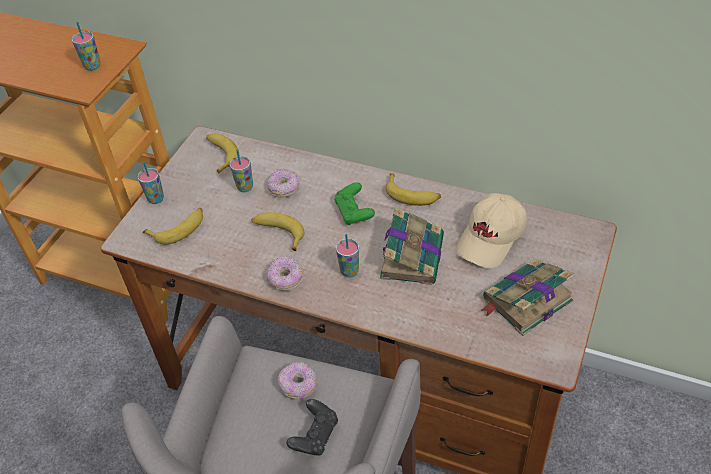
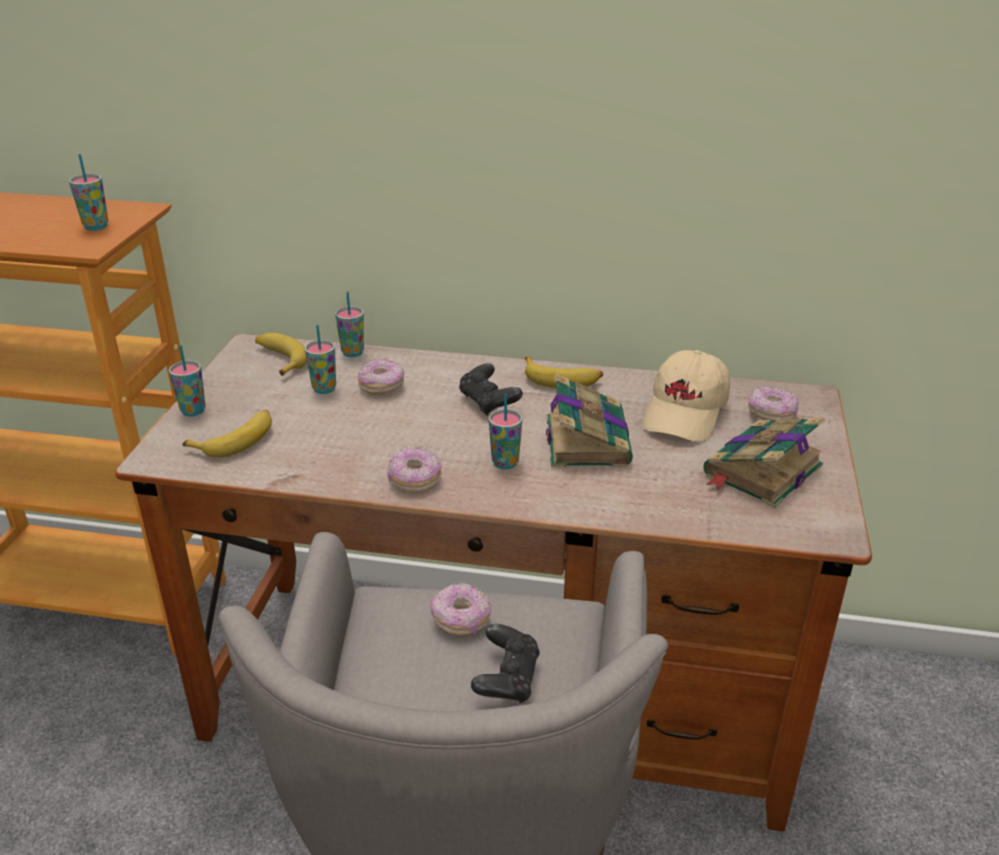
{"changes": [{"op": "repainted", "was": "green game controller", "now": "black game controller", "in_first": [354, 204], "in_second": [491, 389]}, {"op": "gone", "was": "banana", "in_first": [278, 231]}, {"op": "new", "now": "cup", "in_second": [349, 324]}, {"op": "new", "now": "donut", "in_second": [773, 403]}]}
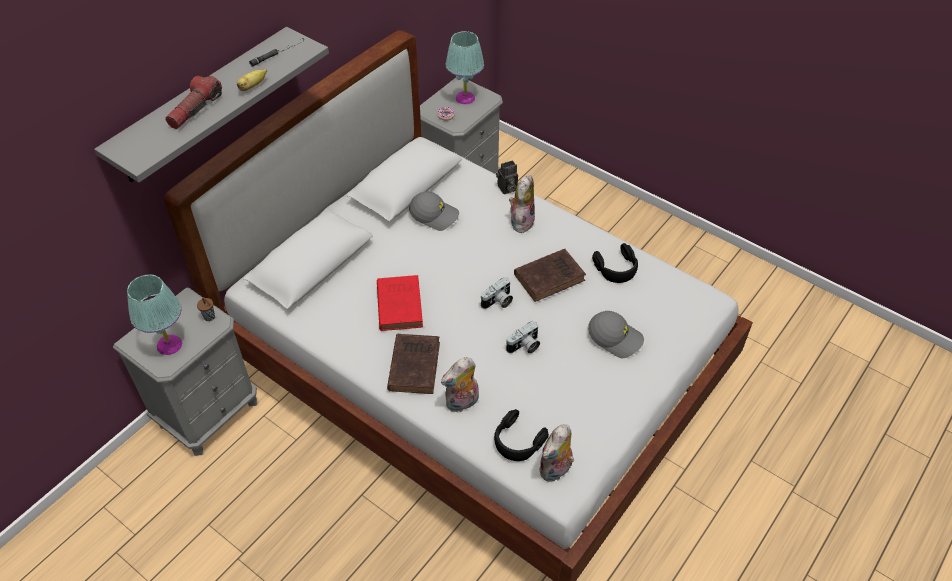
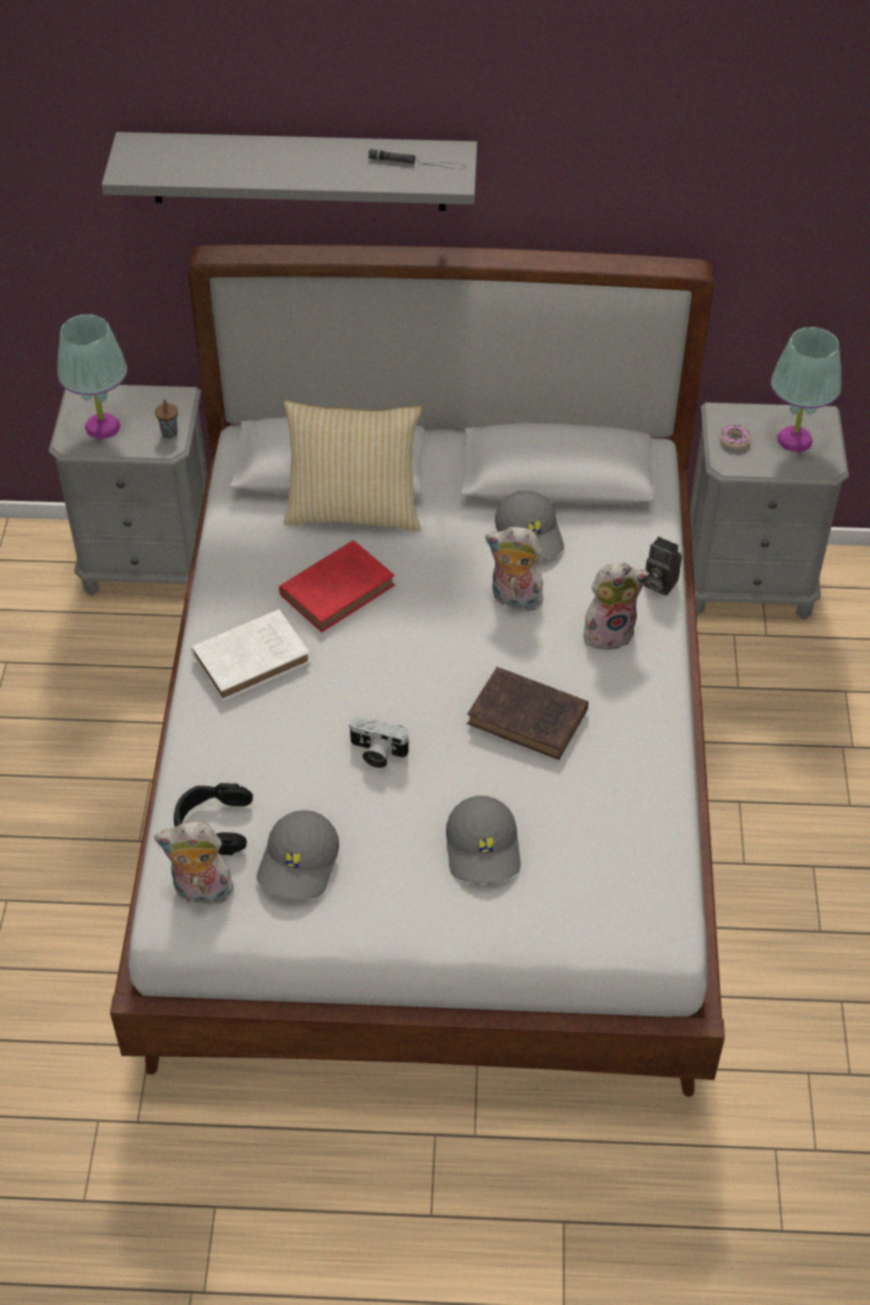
{"changes": [{"op": "gone", "was": "banana", "in_first": [252, 80]}, {"op": "gone", "was": "flashlight", "in_first": [194, 102]}, {"op": "gone", "was": "black headphones", "in_first": [615, 263]}, {"op": "gone", "was": "photo camera", "in_first": [497, 293]}, {"op": "repainted", "was": "brown book", "now": "white book", "in_first": [413, 364], "in_second": [251, 655]}, {"op": "shifted", "was": "plush toy", "in_first": [460, 384], "in_second": [516, 569]}, {"op": "new", "now": "pillow", "in_second": [353, 466]}, {"op": "new", "now": "grey cap", "in_second": [298, 854]}]}
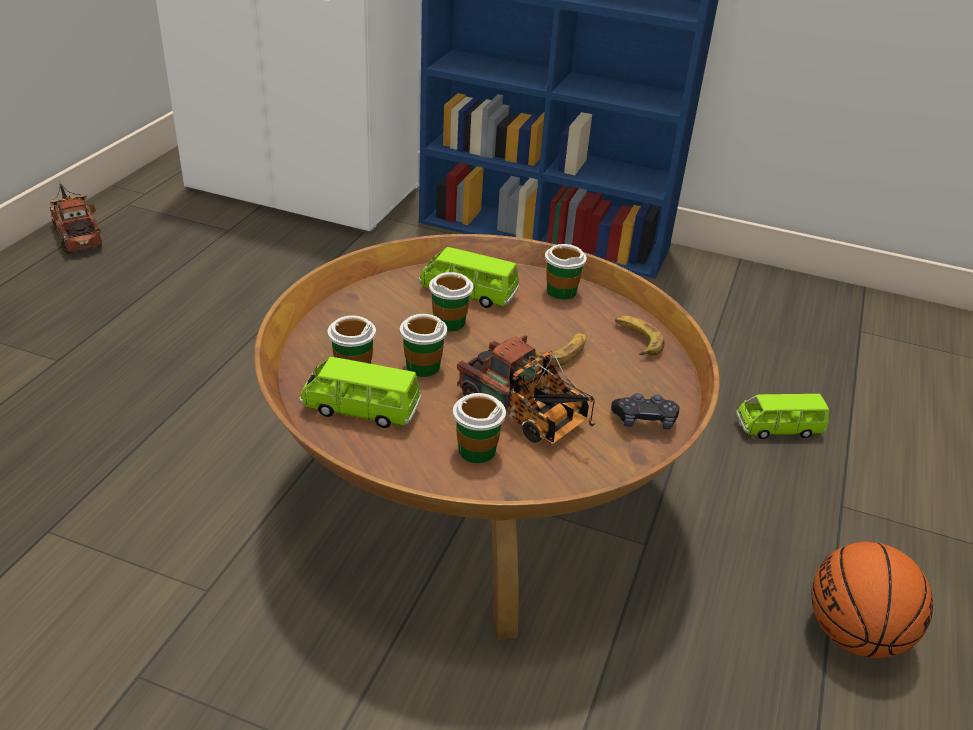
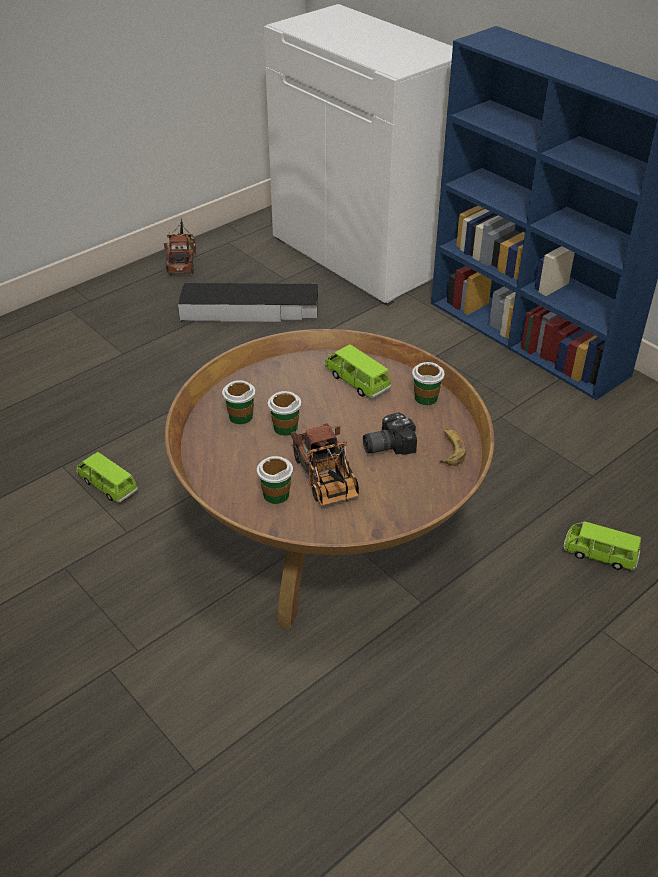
{"changes": [{"op": "gone", "was": "cup", "in_first": [451, 301]}, {"op": "swapped", "was": "banana", "now": "photo camera", "in_first": [560, 350], "in_second": [390, 433]}, {"op": "shifted", "was": "green toy car", "in_first": [360, 392], "in_second": [107, 477]}, {"op": "gone", "was": "black game controller", "in_first": [645, 411]}, {"op": "gone", "was": "basketball", "in_first": [872, 600]}, {"op": "new", "now": "black storage box", "in_second": [248, 302]}]}
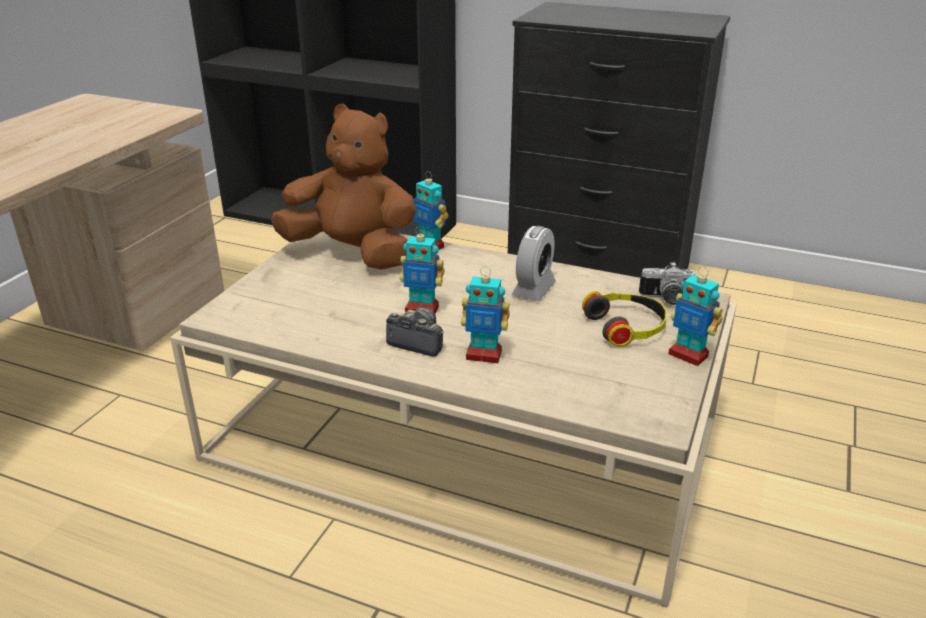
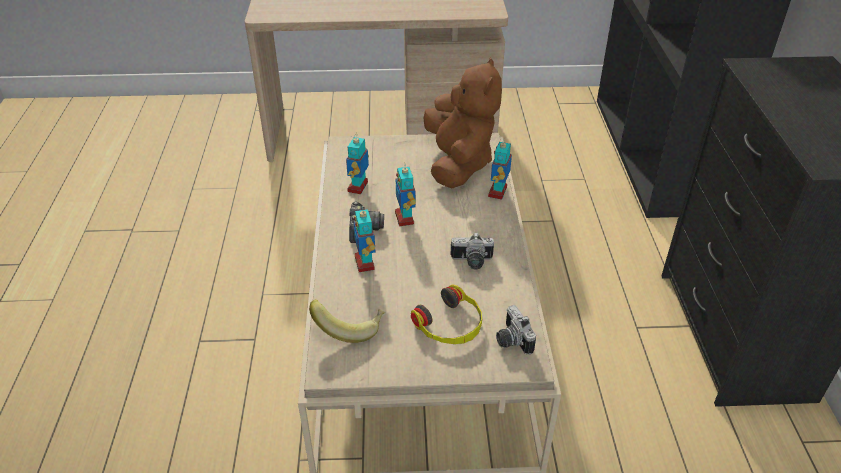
{"changes": [{"op": "swapped", "was": "alarm clock", "now": "photo camera", "in_first": [534, 263], "in_second": [472, 250]}, {"op": "shifted", "was": "toy robot", "in_first": [695, 316], "in_second": [357, 163]}, {"op": "new", "now": "banana", "in_second": [347, 321]}]}
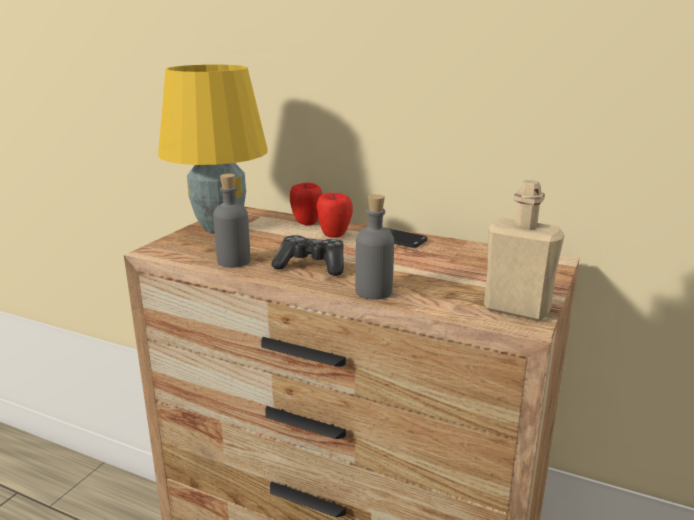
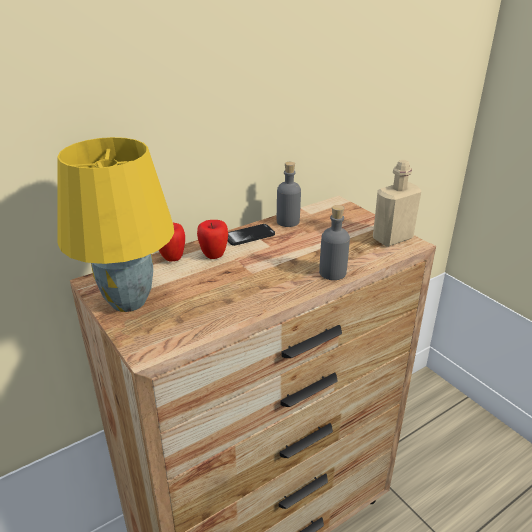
{"changes": [{"op": "shifted", "was": "grey bottle", "in_first": [232, 221], "in_second": [289, 194]}, {"op": "gone", "was": "game controller", "in_first": [307, 255]}]}
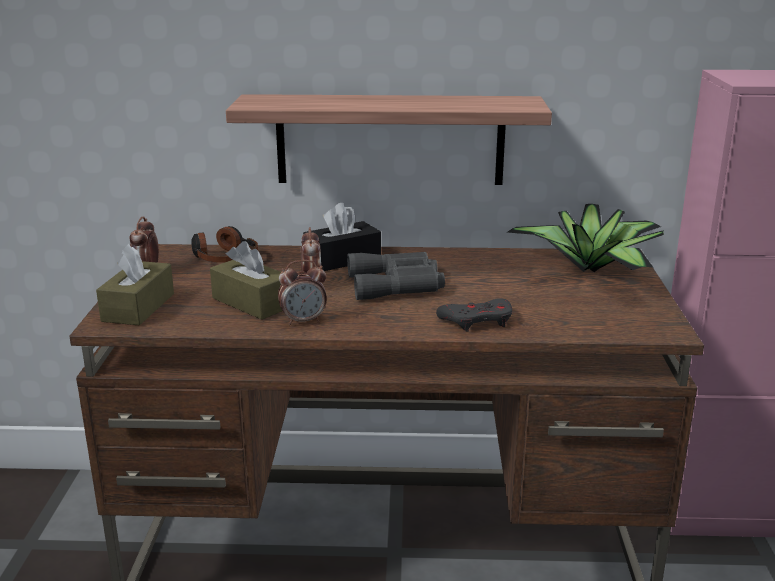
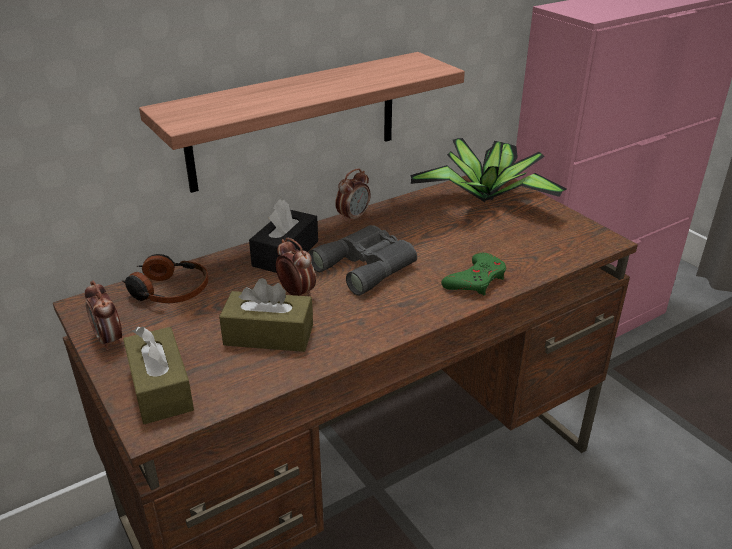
{"changes": [{"op": "shifted", "was": "alarm clock", "in_first": [302, 292], "in_second": [353, 196]}, {"op": "repainted", "was": "grey game controller", "now": "green game controller", "in_first": [474, 315], "in_second": [473, 274]}]}
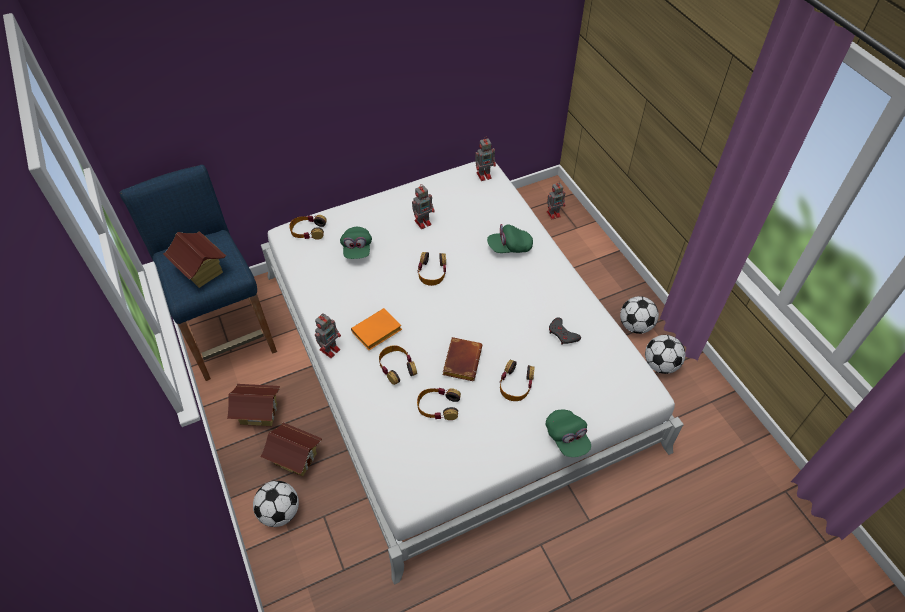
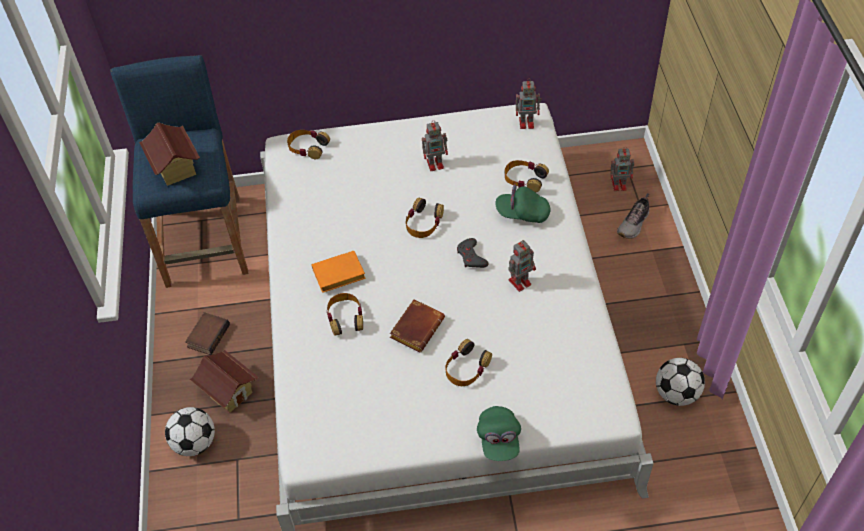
{"changes": [{"op": "gone", "was": "green cap", "in_first": [356, 243]}, {"op": "gone", "was": "football", "in_first": [639, 315]}, {"op": "shifted", "was": "toy robot", "in_first": [328, 335], "in_second": [522, 266]}, {"op": "shifted", "was": "grey game controller", "in_first": [565, 331], "in_second": [473, 253]}, {"op": "swapped", "was": "toy house", "now": "book", "in_first": [253, 405], "in_second": [207, 333]}, {"op": "shifted", "was": "headphones", "in_first": [439, 404], "in_second": [527, 176]}, {"op": "new", "now": "shoe", "in_second": [633, 216]}]}
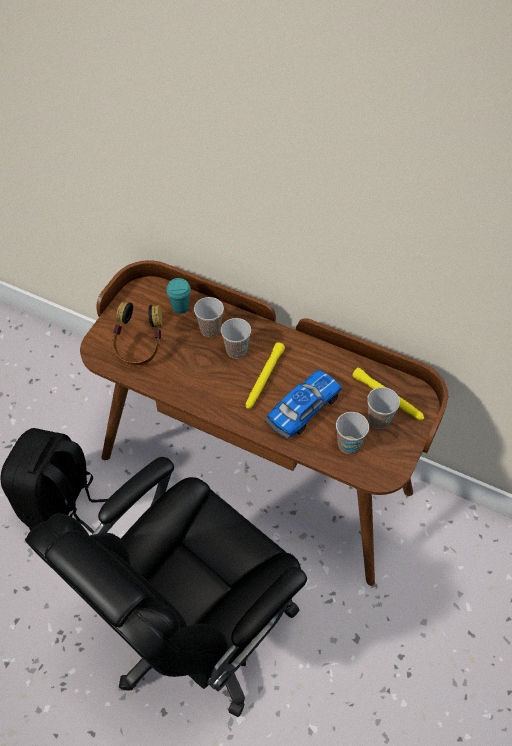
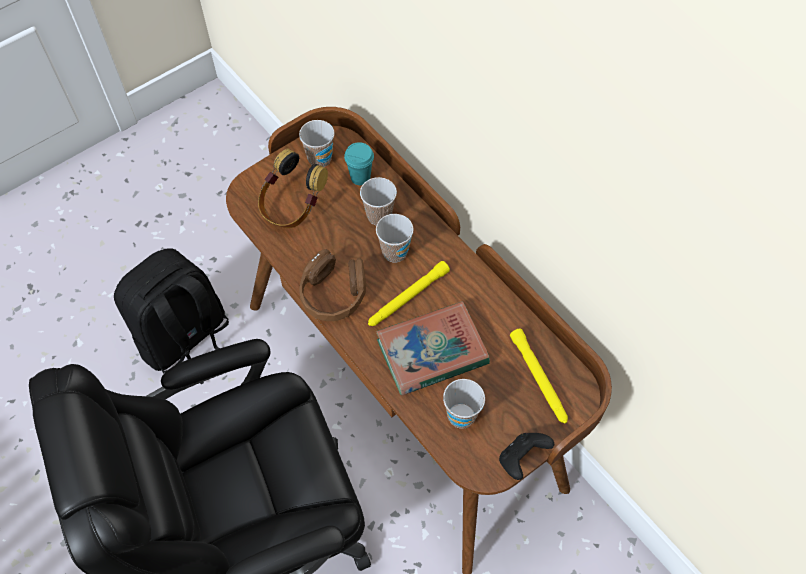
{"changes": [{"op": "swapped", "was": "toy car", "now": "book", "in_first": [303, 405], "in_second": [433, 348]}, {"op": "shifted", "was": "cup", "in_first": [383, 408], "in_second": [317, 143]}, {"op": "new", "now": "brown headphones", "in_second": [332, 285]}, {"op": "new", "now": "black game controller", "in_second": [526, 456]}]}
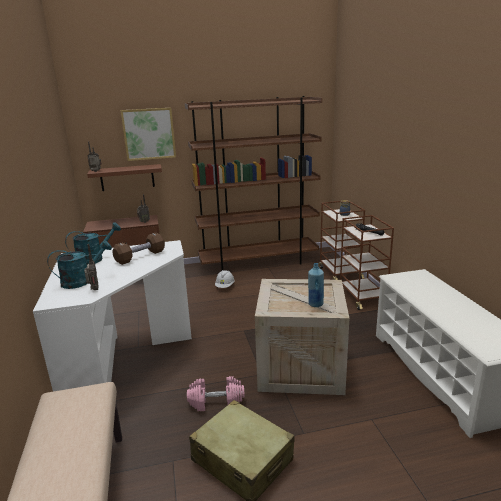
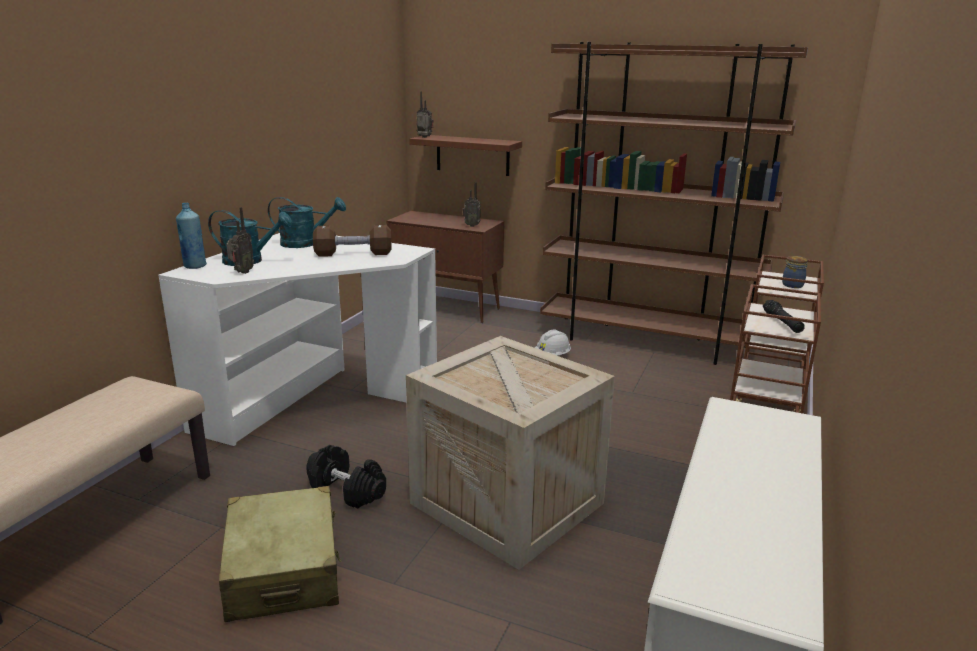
{"changes": [{"op": "gone", "was": "picture", "in_first": [148, 134]}, {"op": "shifted", "was": "blue bottle", "in_first": [316, 285], "in_second": [191, 236]}, {"op": "repainted", "was": "pink dumbbell", "now": "black dumbbell", "in_first": [216, 393], "in_second": [346, 477]}]}
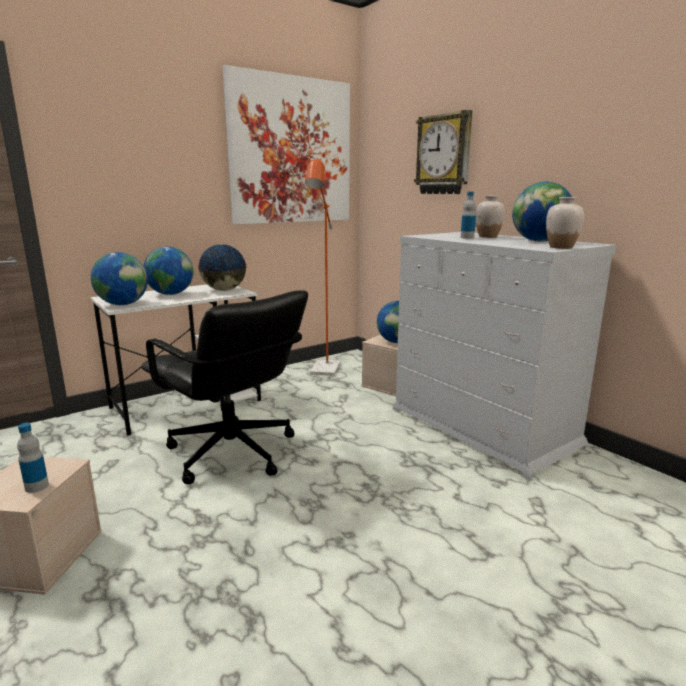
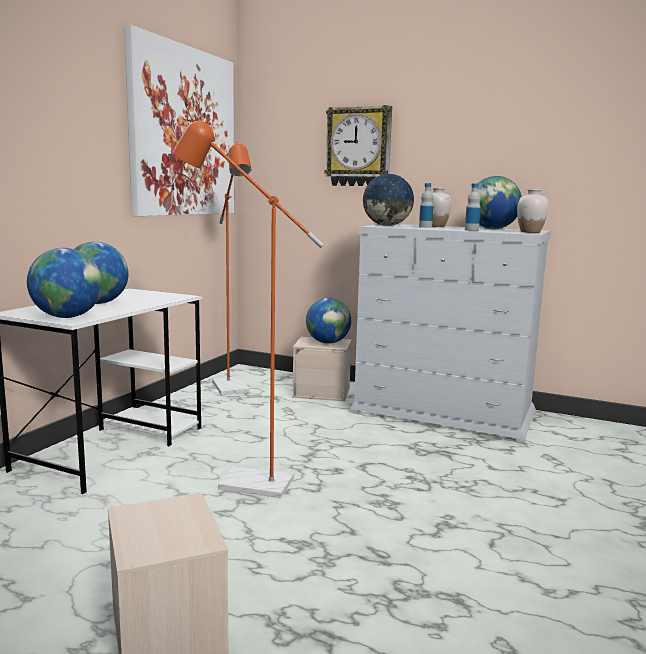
{"changes": [{"op": "shifted", "was": "globe", "in_first": [222, 267], "in_second": [388, 200]}, {"op": "swapped", "was": "black office chair", "now": "orange floor lamp", "in_first": [224, 387], "in_second": [248, 308]}, {"op": "shifted", "was": "bottle", "in_first": [33, 458], "in_second": [473, 207]}]}
